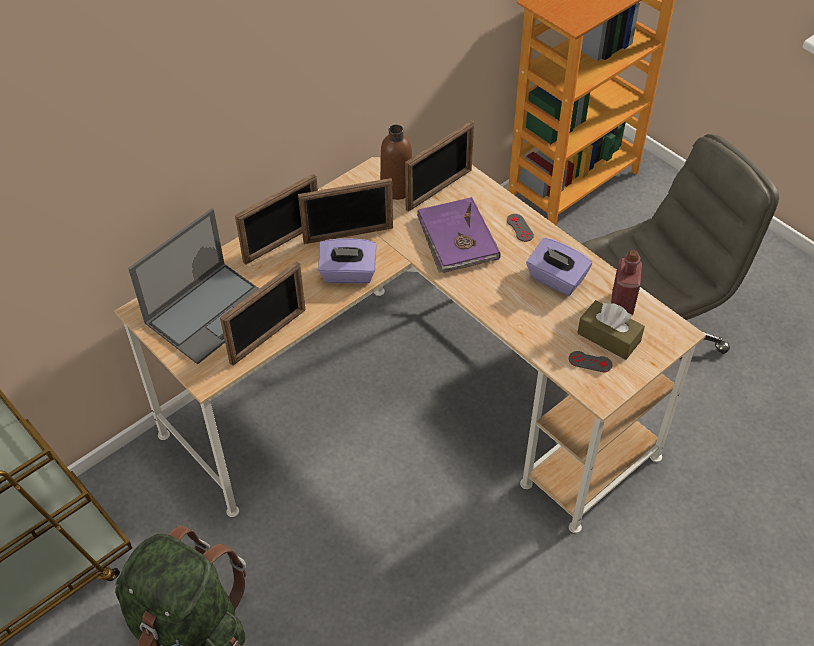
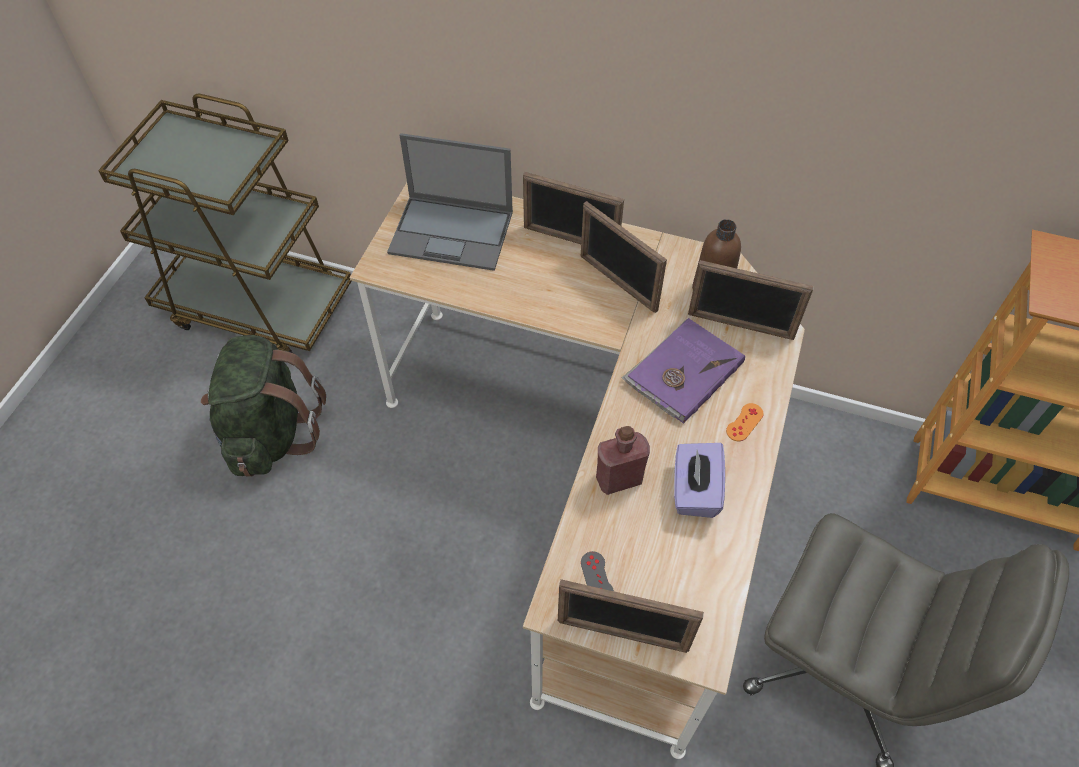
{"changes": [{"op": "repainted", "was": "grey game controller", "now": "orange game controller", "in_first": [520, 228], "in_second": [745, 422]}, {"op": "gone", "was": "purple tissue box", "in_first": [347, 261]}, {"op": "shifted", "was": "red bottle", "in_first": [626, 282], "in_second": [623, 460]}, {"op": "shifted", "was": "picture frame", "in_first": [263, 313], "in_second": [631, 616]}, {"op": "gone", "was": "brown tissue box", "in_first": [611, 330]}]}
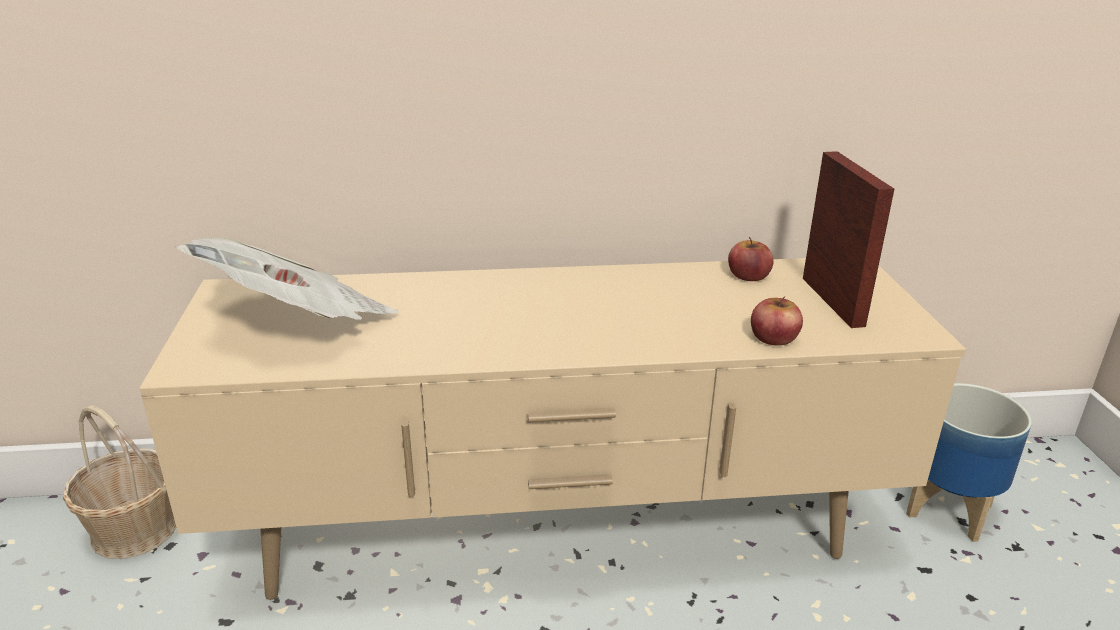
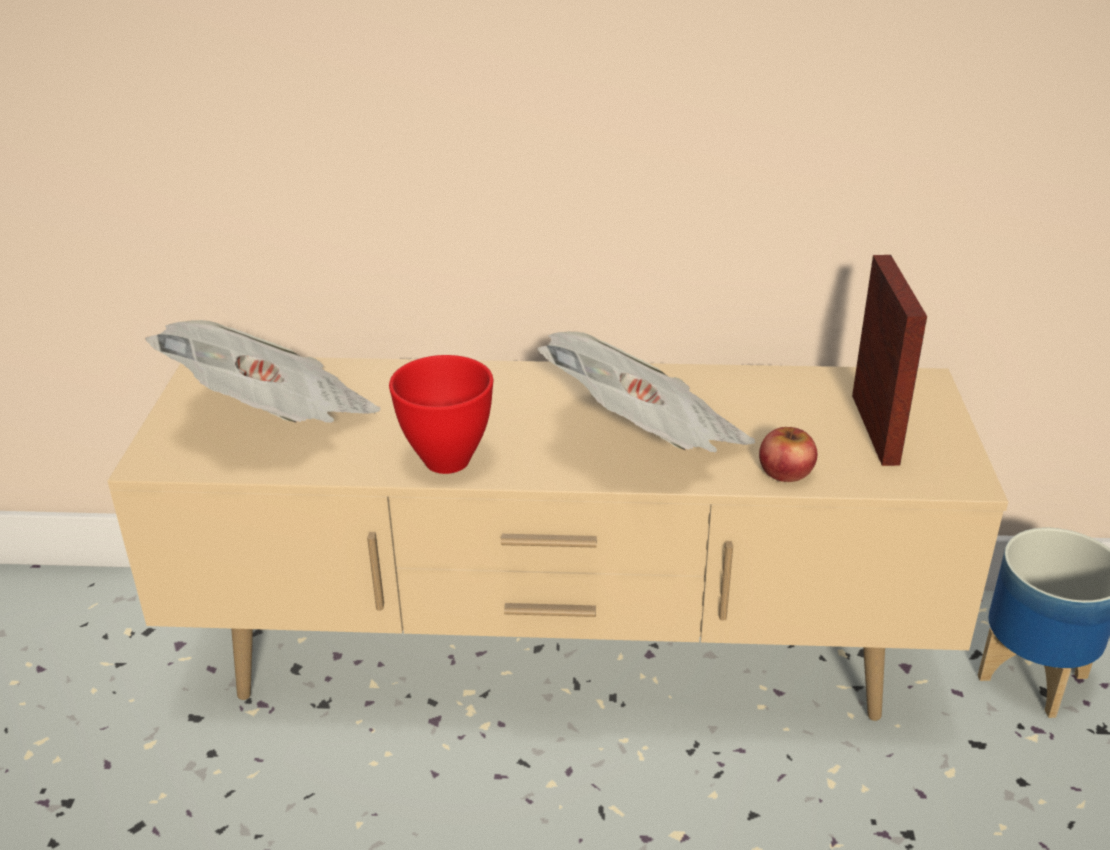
{"changes": [{"op": "gone", "was": "apple", "in_first": [751, 259]}, {"op": "gone", "was": "basket", "in_first": [119, 482]}, {"op": "new", "now": "newspaper", "in_second": [646, 392]}, {"op": "new", "now": "red bowl", "in_second": [441, 414]}]}
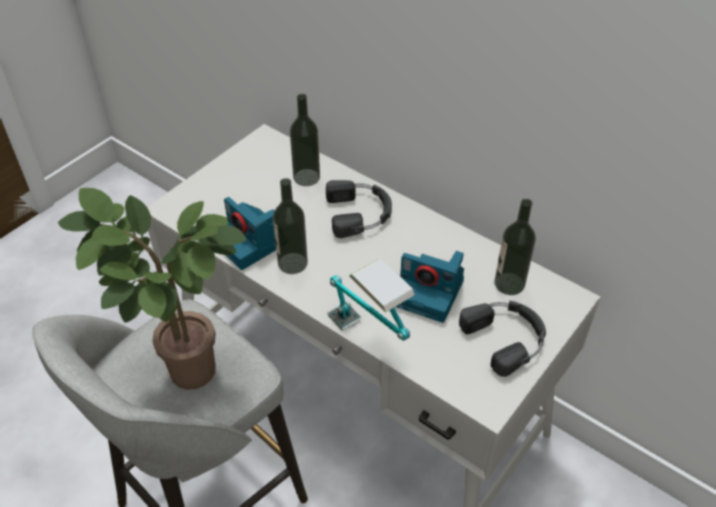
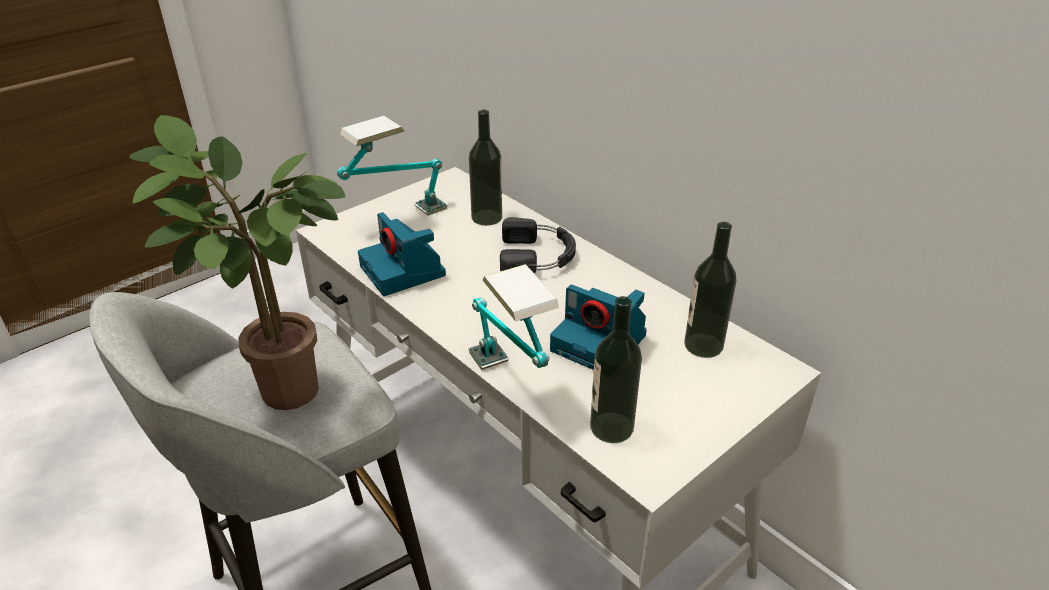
{"changes": [{"op": "shifted", "was": "bottle", "in_first": [290, 226], "in_second": [616, 369]}, {"op": "gone", "was": "black headphones", "in_first": [502, 339]}, {"op": "new", "now": "table lamp", "in_second": [392, 166]}]}
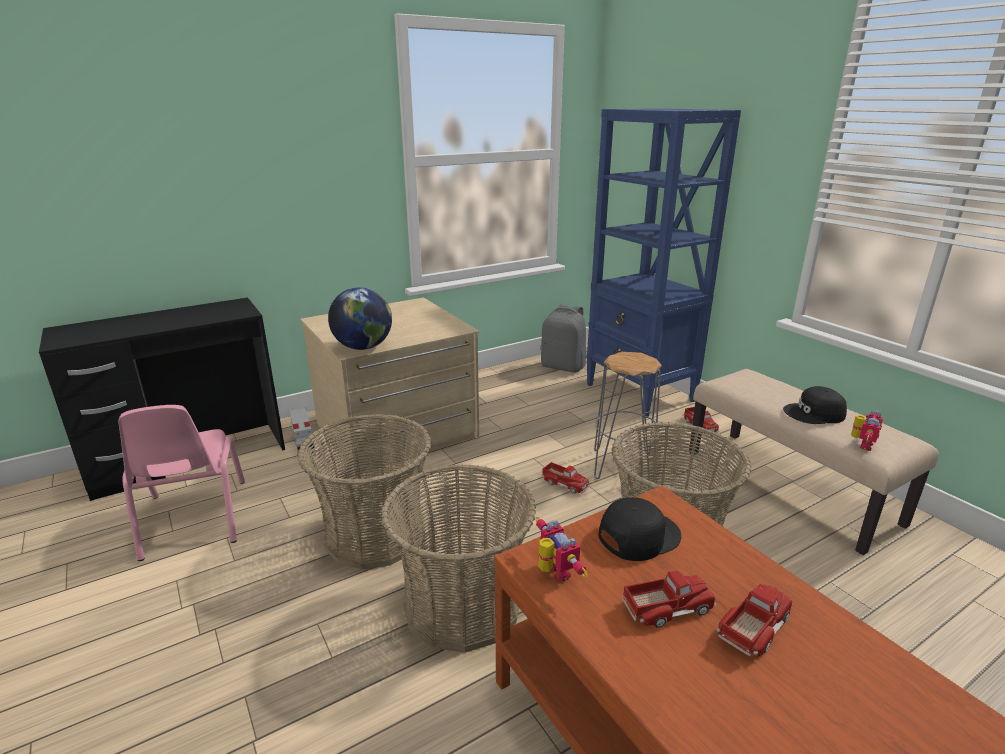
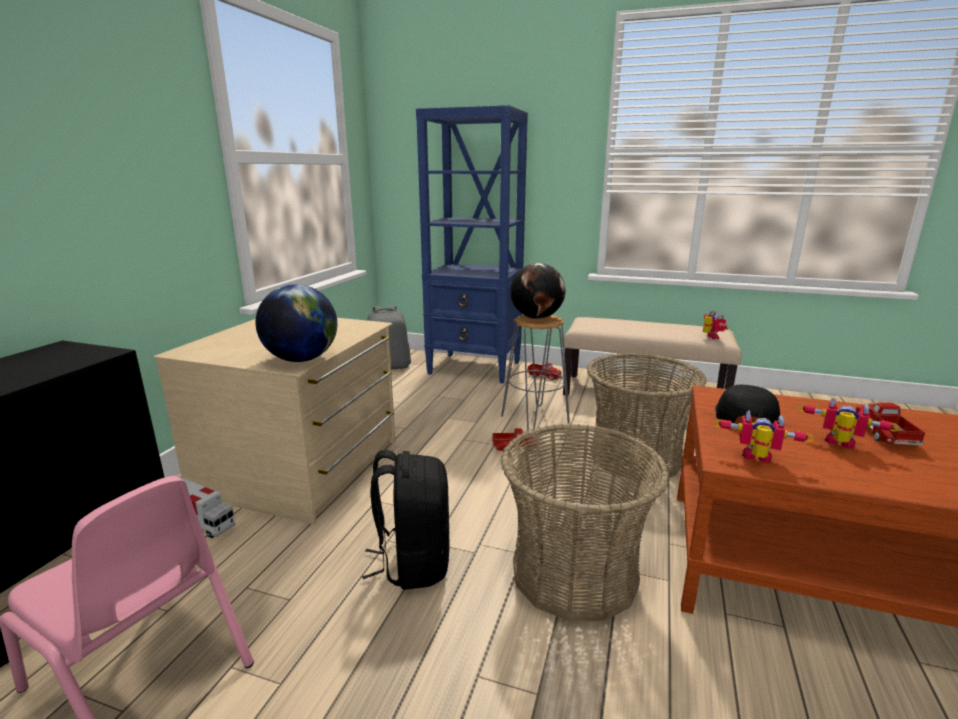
{"changes": [{"op": "gone", "was": "black cap", "in_first": [815, 405]}, {"op": "swapped", "was": "basket", "now": "black backpack", "in_first": [364, 491], "in_second": [406, 520]}, {"op": "swapped", "was": "toy truck", "now": "toy robot", "in_first": [669, 599], "in_second": [848, 423]}, {"op": "new", "now": "globe", "in_second": [537, 291]}]}
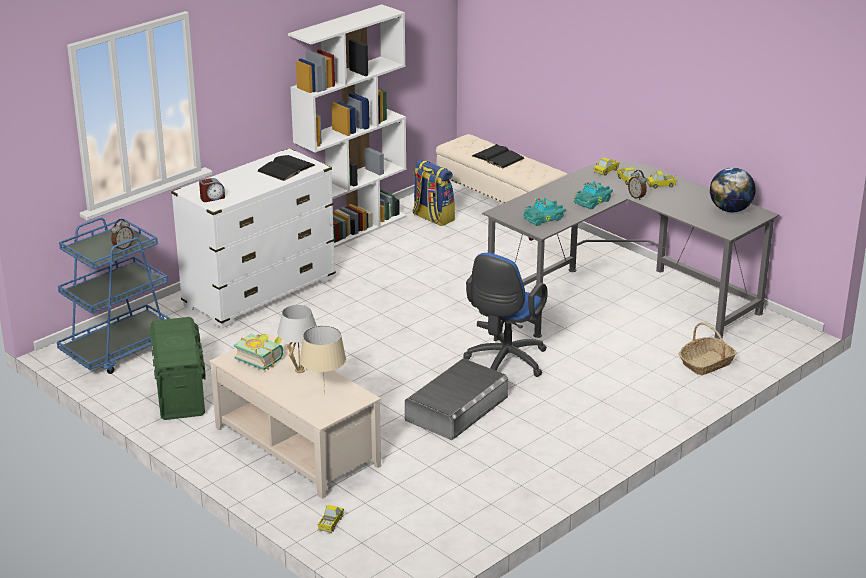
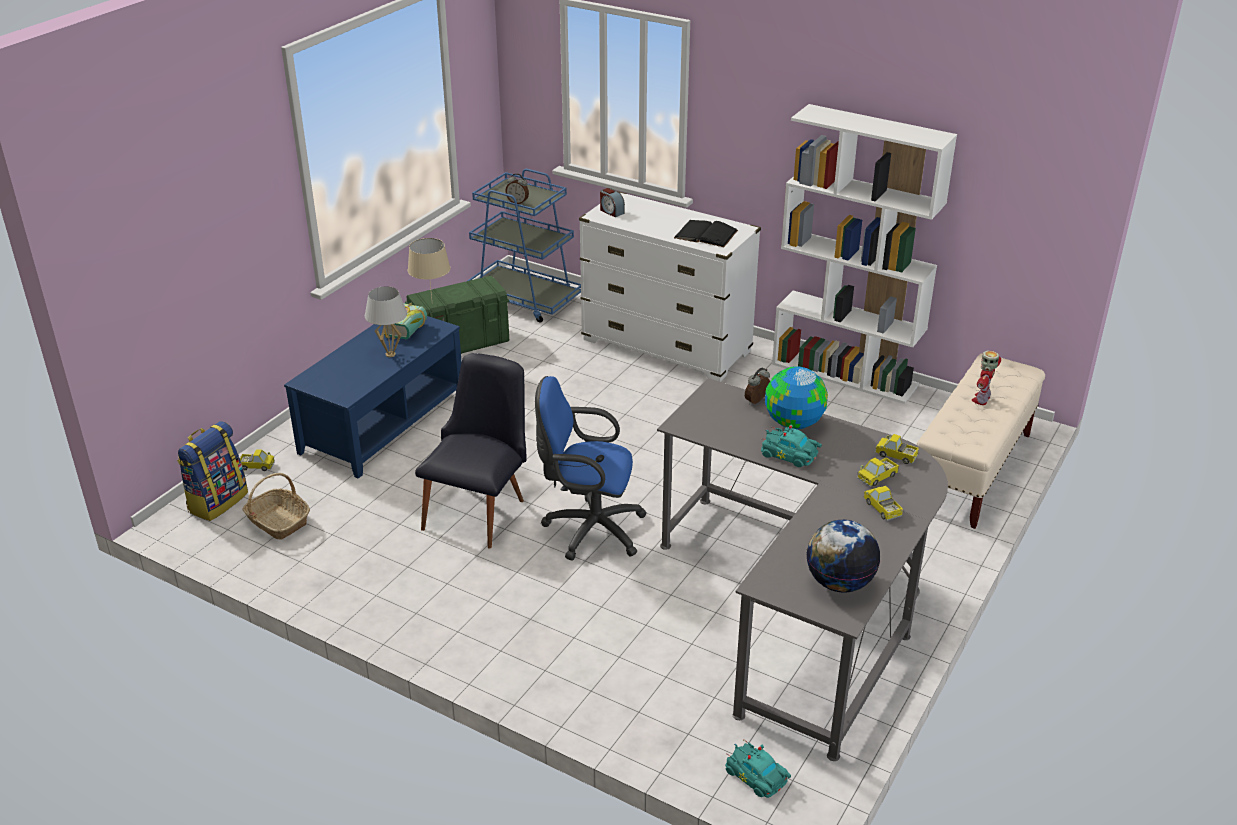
{"changes": [{"op": "swapped", "was": "black book", "now": "toy robot", "in_first": [498, 156], "in_second": [986, 378]}, {"op": "shifted", "was": "backpack", "in_first": [434, 192], "in_second": [212, 471]}, {"op": "shifted", "was": "alarm clock", "in_first": [637, 185], "in_second": [757, 386]}, {"op": "shifted", "was": "turquoise toy car", "in_first": [544, 212], "in_second": [758, 768]}, {"op": "shifted", "was": "basket", "in_first": [707, 348], "in_second": [276, 506]}, {"op": "shifted", "was": "beige table lamp", "in_first": [323, 360], "in_second": [429, 268]}, {"op": "repainted", "was": "beige coffee table", "now": "blue coffee table", "in_first": [295, 416], "in_second": [373, 397]}, {"op": "swapped", "was": "grey storage box", "now": "black chair", "in_first": [456, 399], "in_second": [471, 451]}, {"op": "new", "now": "globe", "in_second": [796, 398]}]}
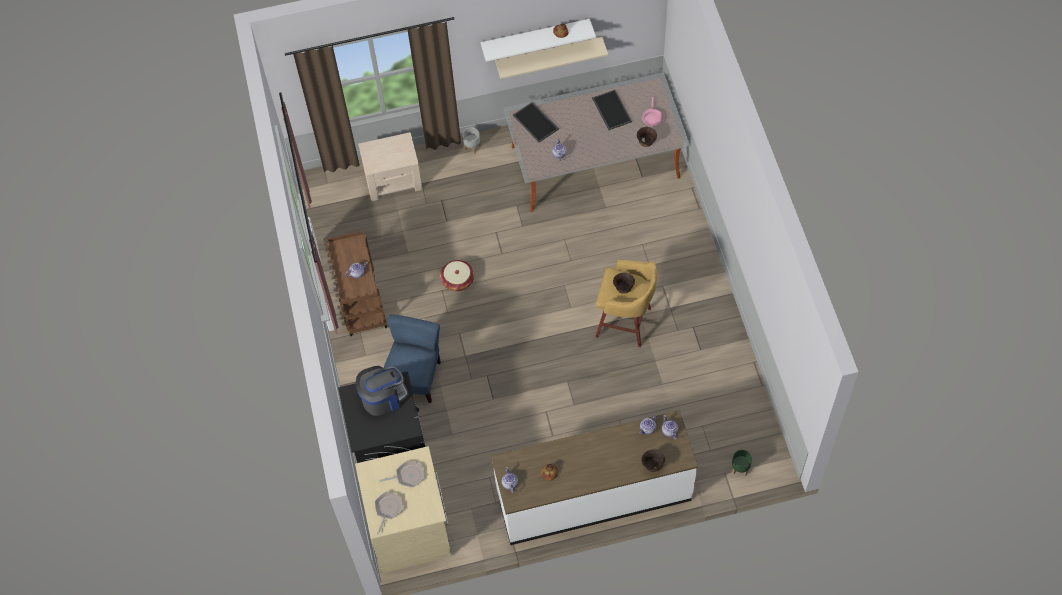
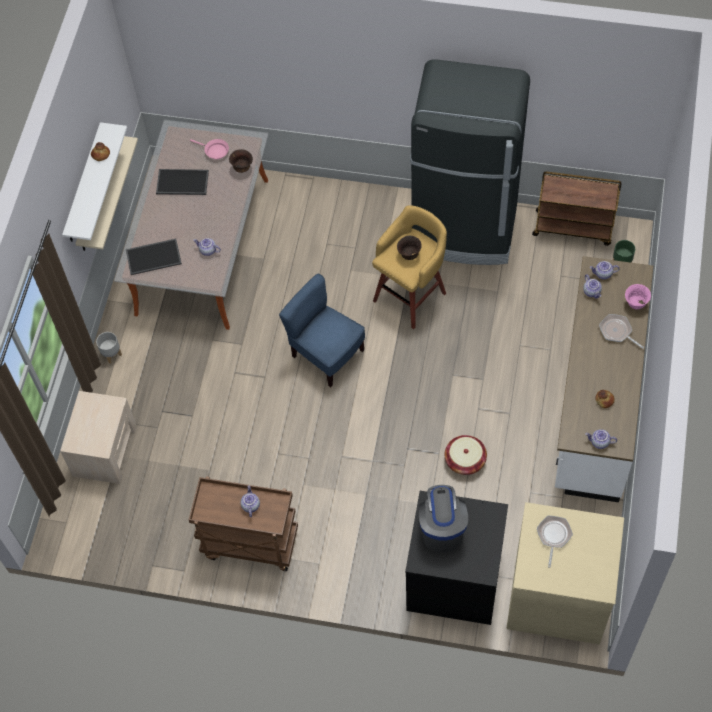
{"changes": [{"op": "shifted", "was": "basket", "in_first": [457, 275], "in_second": [466, 455]}, {"op": "shifted", "was": "blue chair", "in_first": [412, 358], "in_second": [322, 330]}, {"op": "repainted", "was": "brown bowl", "now": "pink bowl", "in_first": [653, 460], "in_second": [638, 296]}, {"op": "shifted", "was": "frying pan", "in_first": [389, 513], "in_second": [621, 331]}, {"op": "new", "now": "black fridge", "in_second": [470, 162]}, {"op": "new", "now": "brown cart", "in_second": [577, 209]}]}
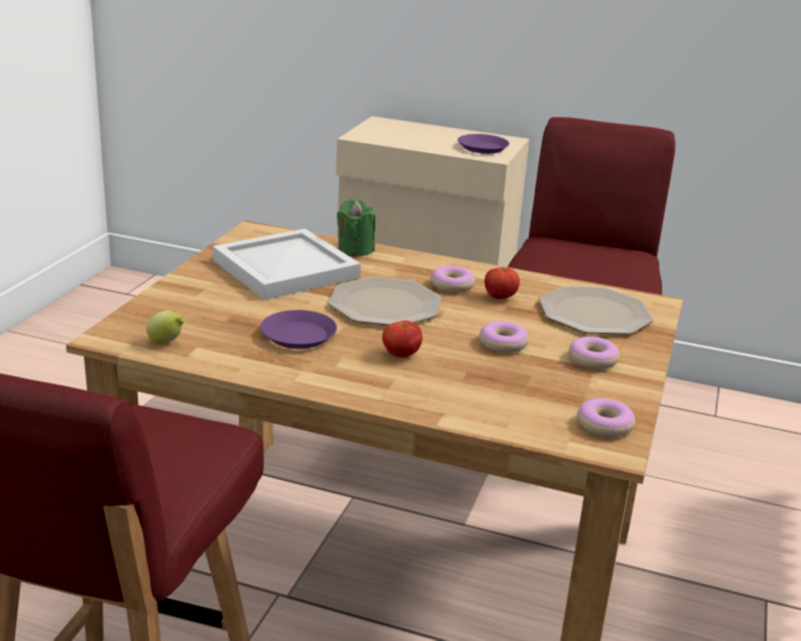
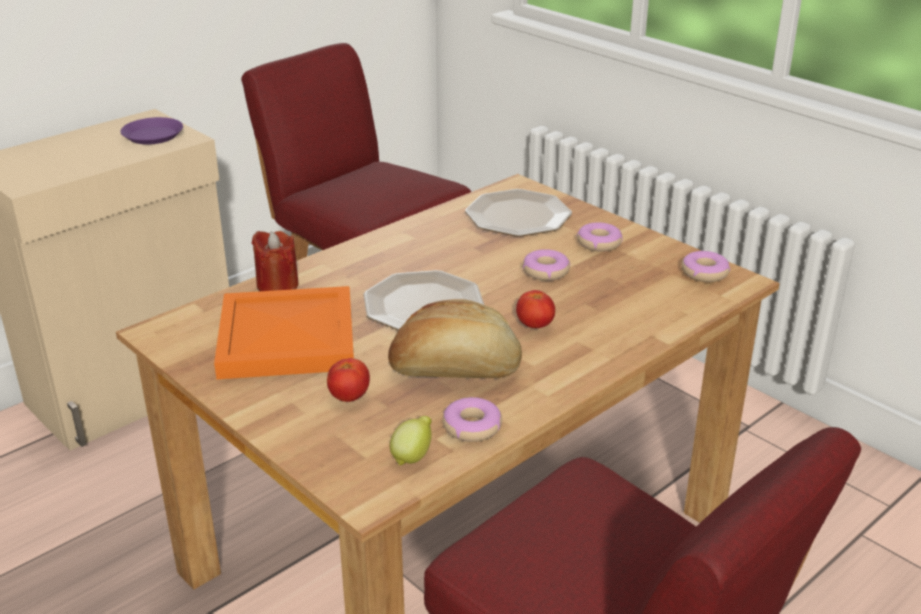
{"changes": [{"op": "repainted", "was": "green candle", "now": "red candle", "in_first": [356, 228], "in_second": [275, 261]}, {"op": "repainted", "was": "white tray", "now": "orange tray", "in_first": [287, 264], "in_second": [284, 332]}, {"op": "shifted", "was": "donut", "in_first": [452, 279], "in_second": [472, 419]}, {"op": "shifted", "was": "tomato", "in_first": [502, 283], "in_second": [348, 380]}, {"op": "swapped", "was": "purple plate", "now": "bread", "in_first": [298, 329], "in_second": [455, 338]}]}
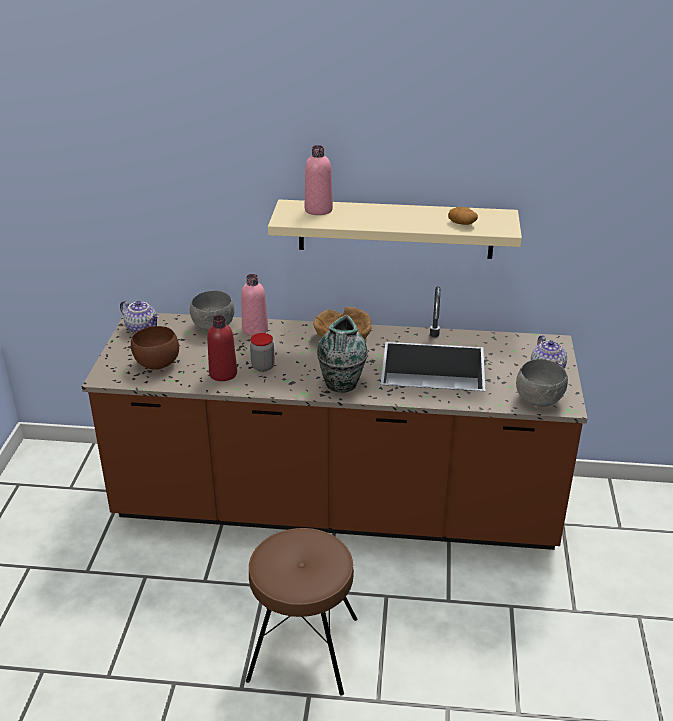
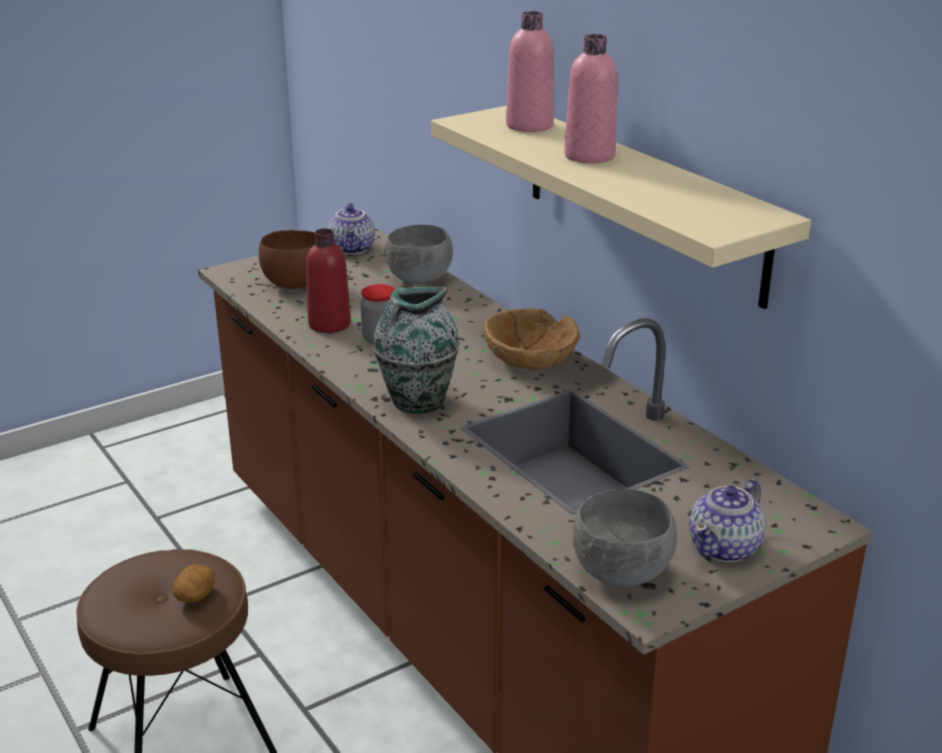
{"changes": [{"op": "shifted", "was": "potato", "in_first": [463, 216], "in_second": [193, 583]}, {"op": "shifted", "was": "pink bottle", "in_first": [254, 305], "in_second": [590, 98]}]}
